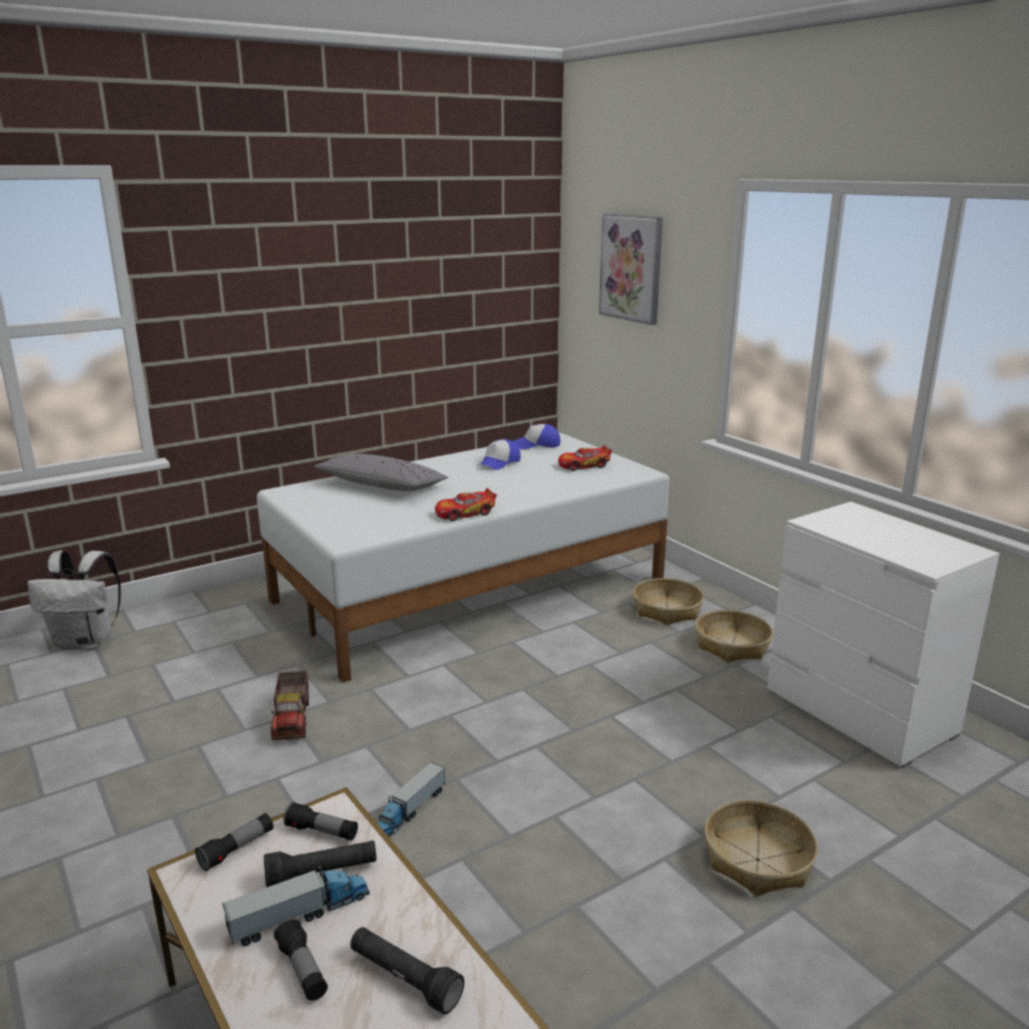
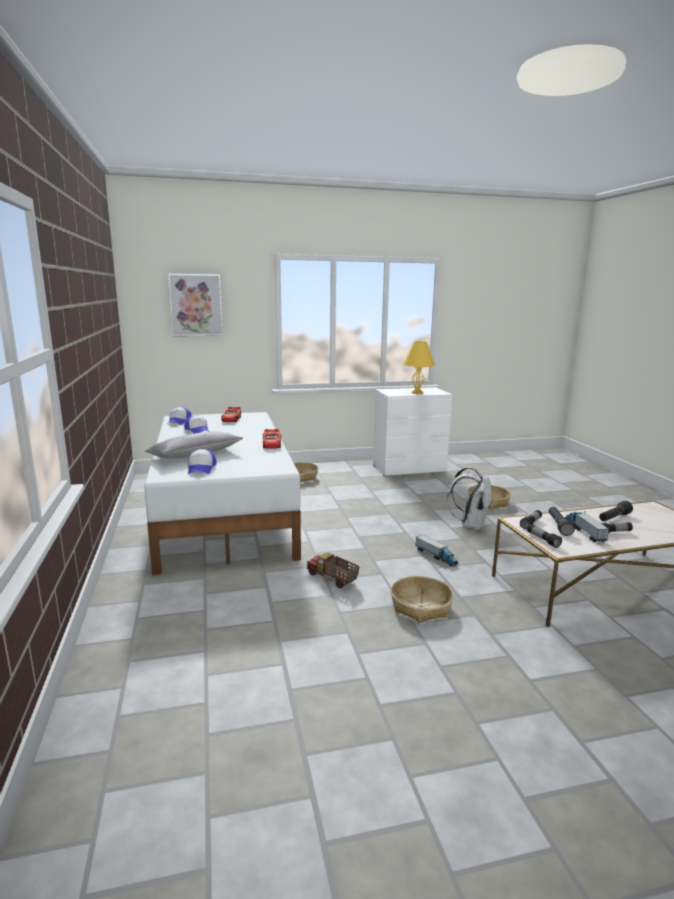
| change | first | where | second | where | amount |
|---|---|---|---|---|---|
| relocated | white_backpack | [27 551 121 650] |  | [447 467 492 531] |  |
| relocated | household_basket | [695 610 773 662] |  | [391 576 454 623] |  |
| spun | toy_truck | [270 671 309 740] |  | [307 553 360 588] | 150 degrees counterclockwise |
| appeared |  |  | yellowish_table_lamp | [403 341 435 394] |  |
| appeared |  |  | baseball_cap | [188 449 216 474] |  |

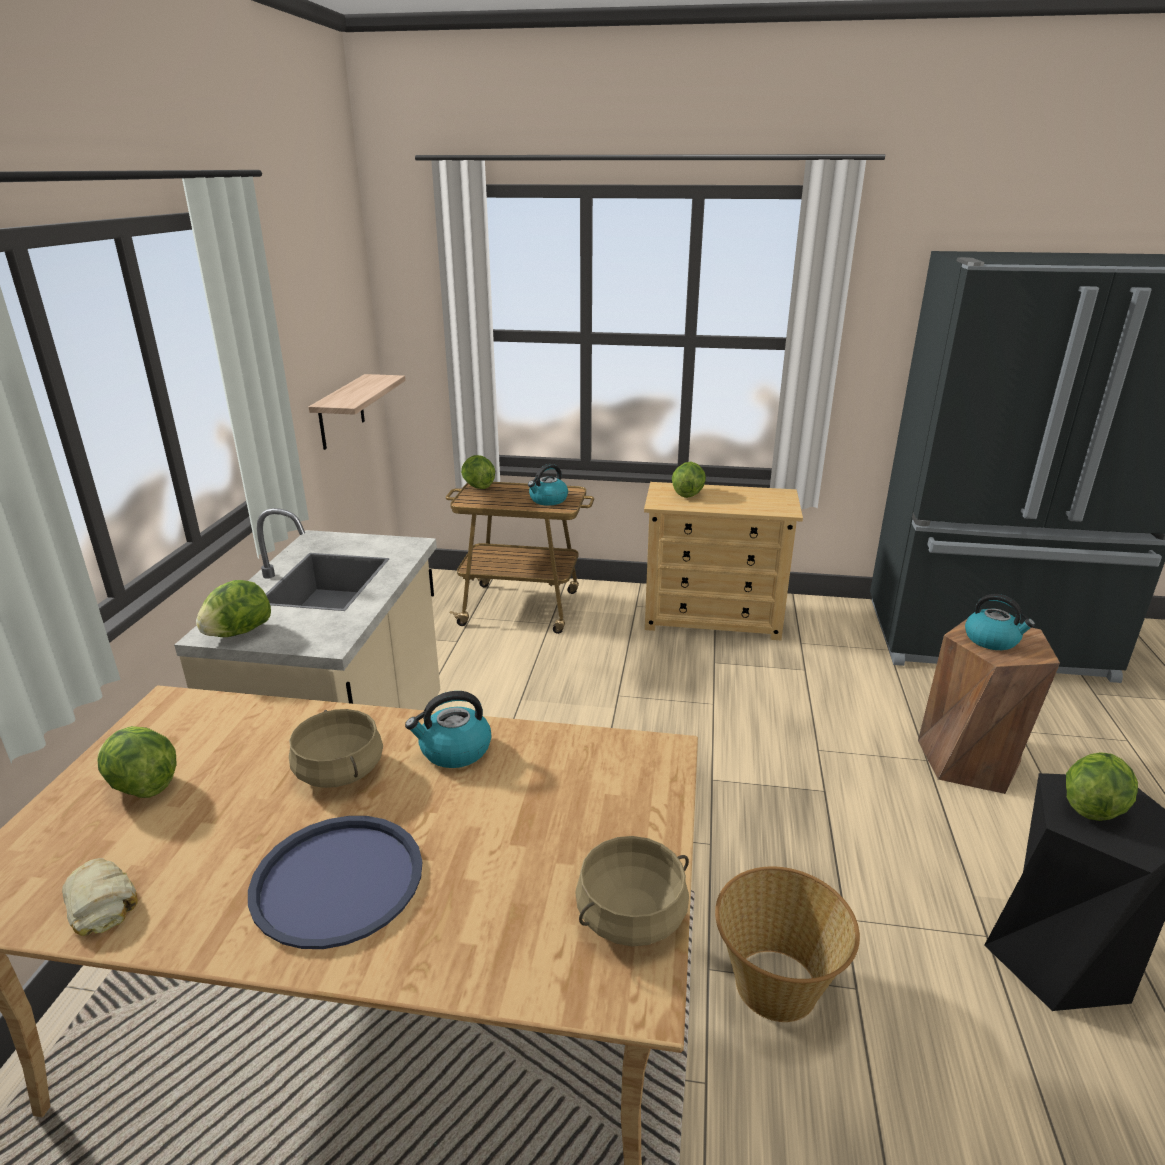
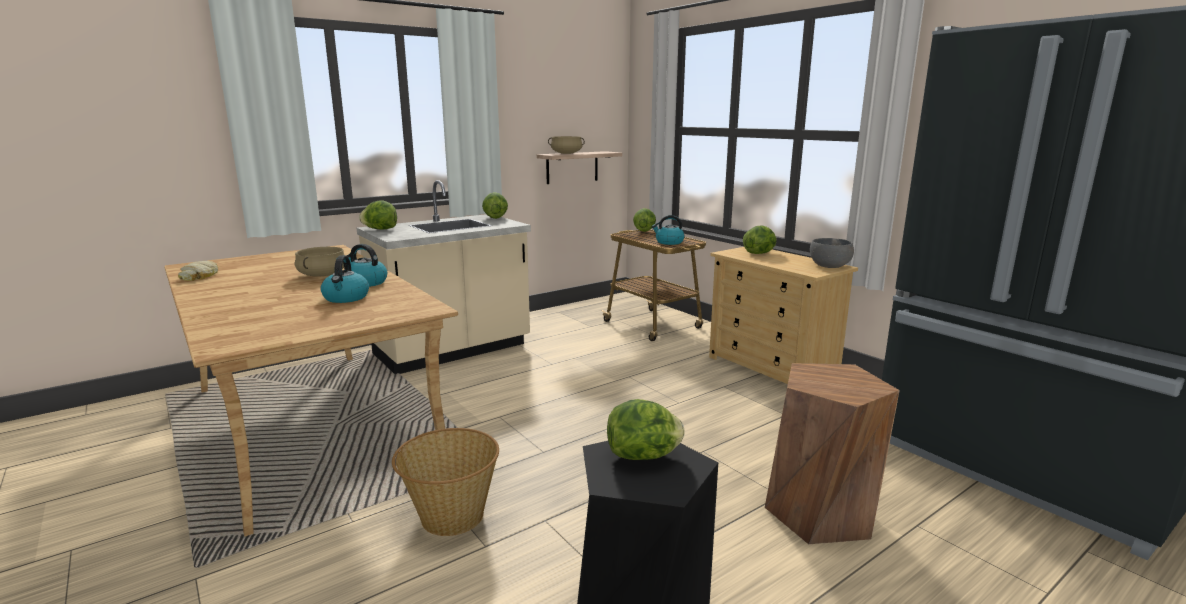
| change | first | where | second | where | amount |
|---|---|---|---|---|---|
| relocated | kettle | [965 594 1035 650] |  | [321 255 369 303] |  |
| relocated | lettuce_head | [97 726 176 798] |  | [482 192 508 219] |  |
| missing | blue-coloured_tray | [248 816 422 949] |  |  |  |
| relocated | beige-coloured_saucepot | [575 836 689 946] |  | [548 136 585 154] |  |
| appeared |  |  | gray_bowl | [810 238 854 268] |  |

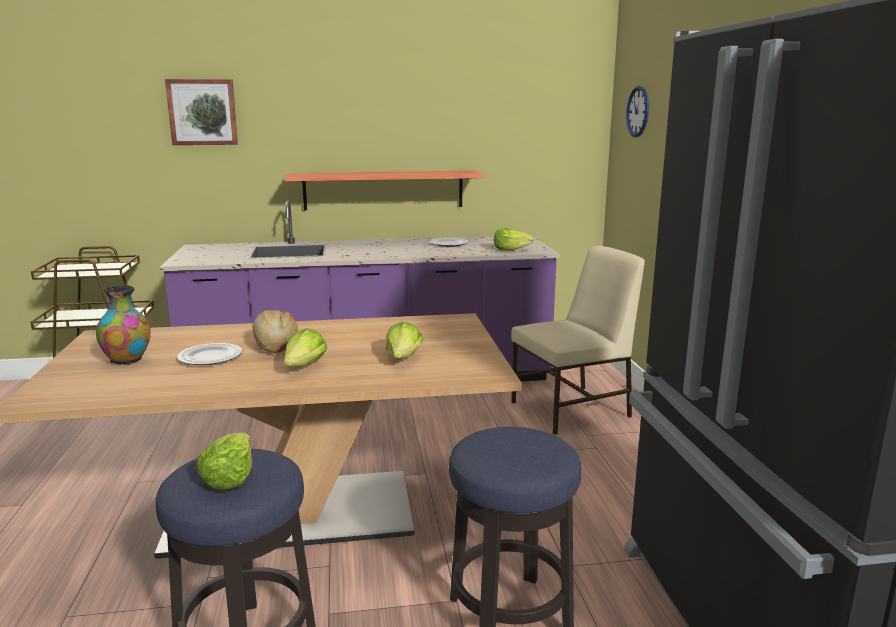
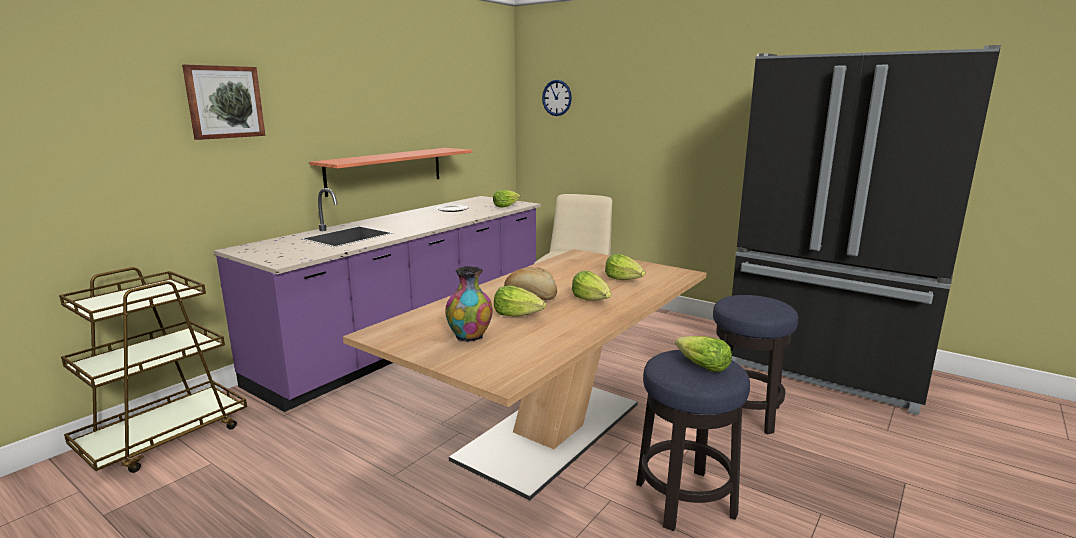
| change | first | where | second | where | amount |
|---|---|---|---|---|---|
| exchanged | plate | [177 343 242 365] | lettuce_head | [494 285 546 317] |  |

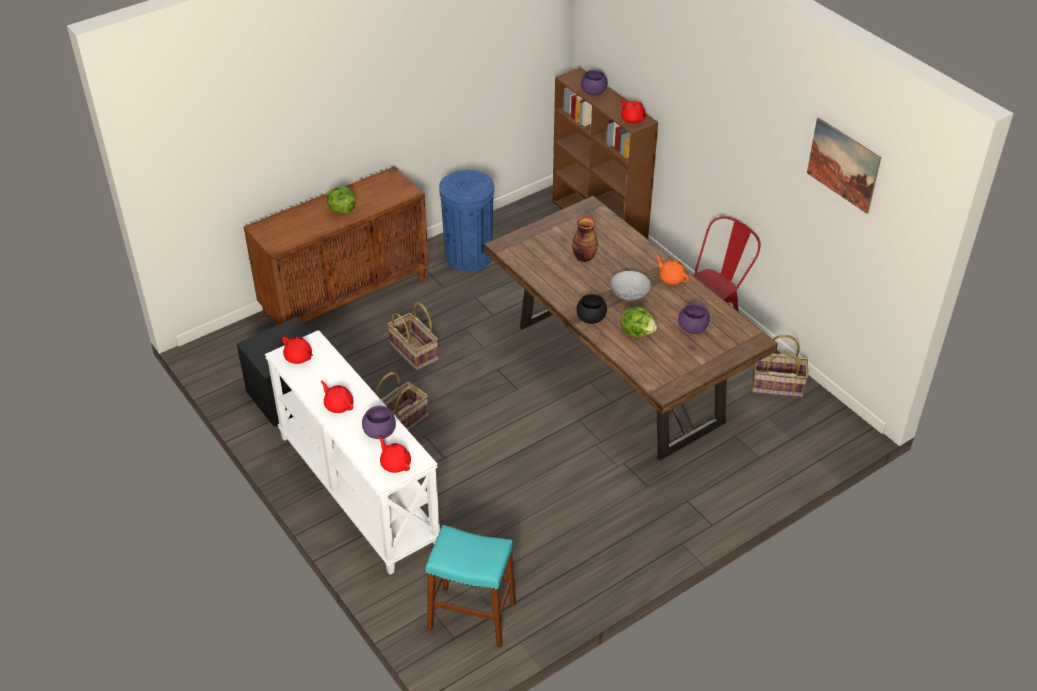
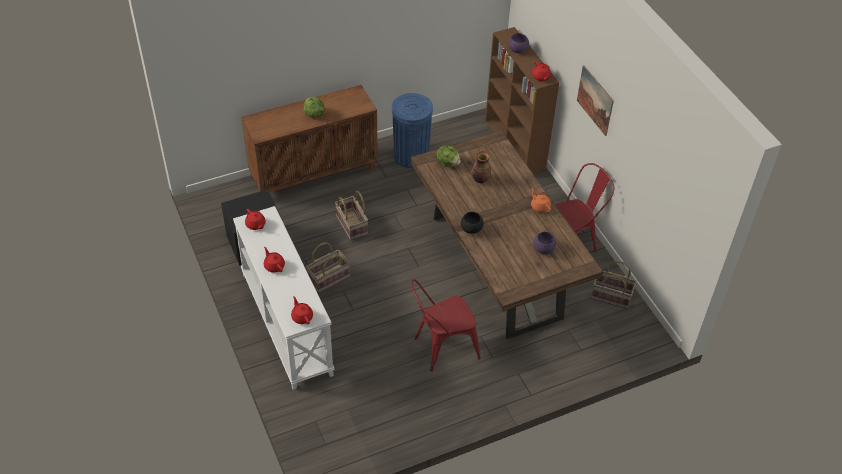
| change | first | where | second | where | amount |
|---|---|---|---|---|---|
| relocated | picture | [807 117 881 214] |  | [577 65 614 136] |  |
| missing | gray_bowl | [610 271 651 301] |  |  |  |
| relocated | lettuce_head | [621 307 657 338] |  | [436 146 461 167] |  |
| missing | purplish_bowl | [362 406 396 439] |  |  |  |
| missing | blue-green_sitting_stool | [426 525 516 647] |  |  |  |
| appeared |  |  | reddish_plain_chair | [411 279 481 371] |  |

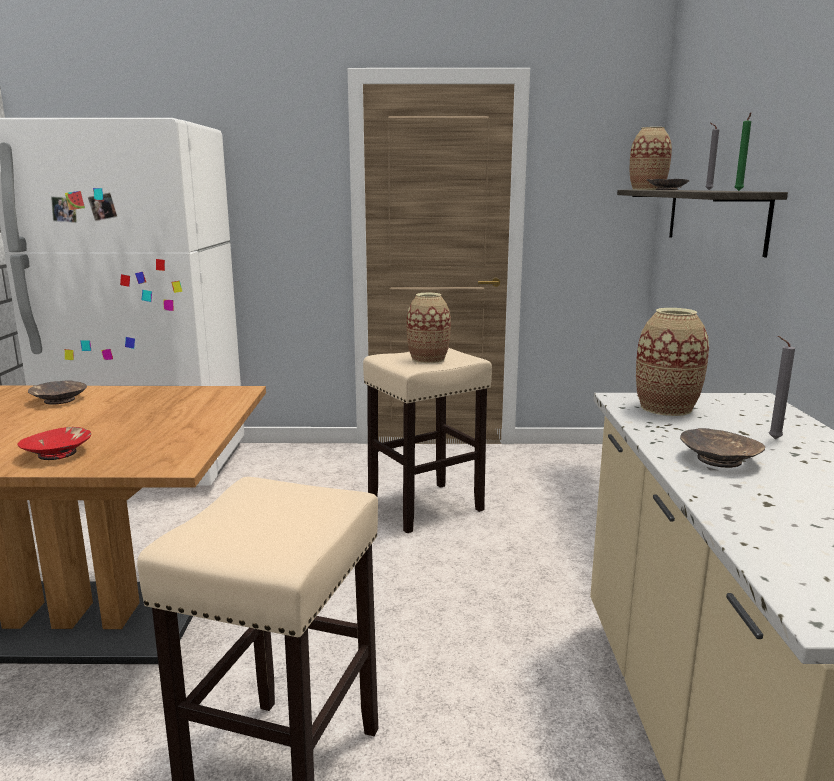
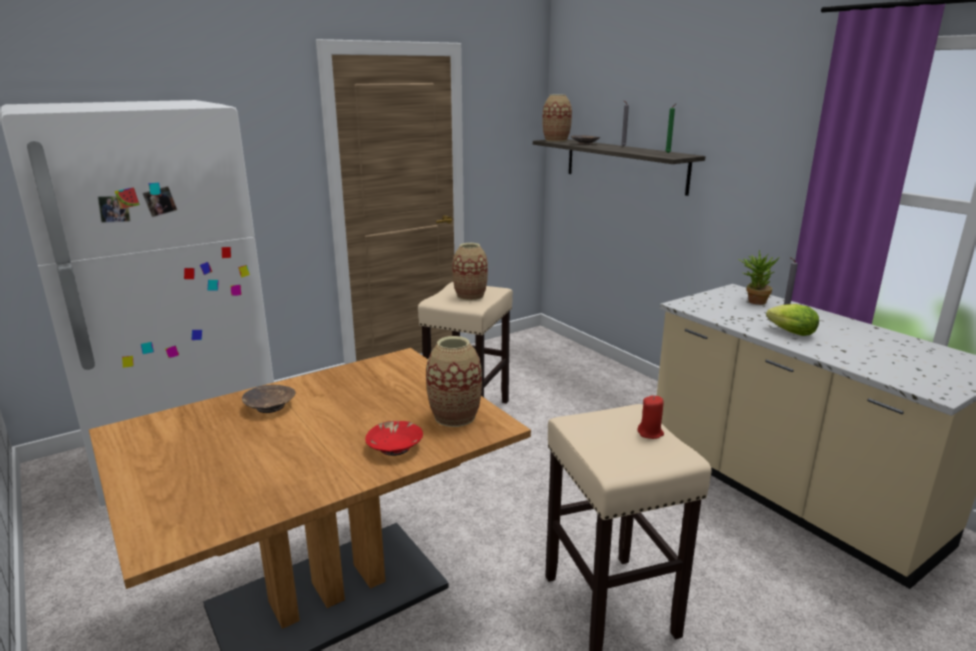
| change | first | where | second | where | amount |
|---|---|---|---|---|---|
| relocated | vase | [636 308 709 416] |  | [426 336 482 427] |  |
| exchanged | brown-coloured_bowl | [680 428 765 468] | lettuce_head | [766 304 819 336] |  |
| appeared |  |  | plant_in_a_pot | [738 250 780 305] |  |
| appeared |  |  | reddish_wax_light | [637 396 664 439] |  |

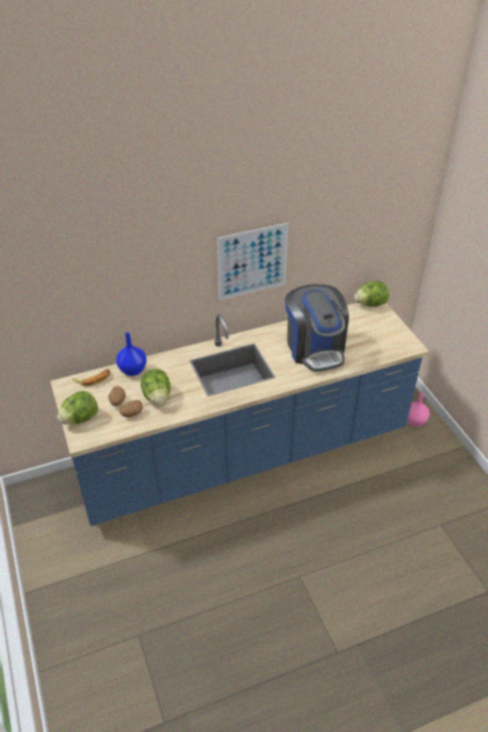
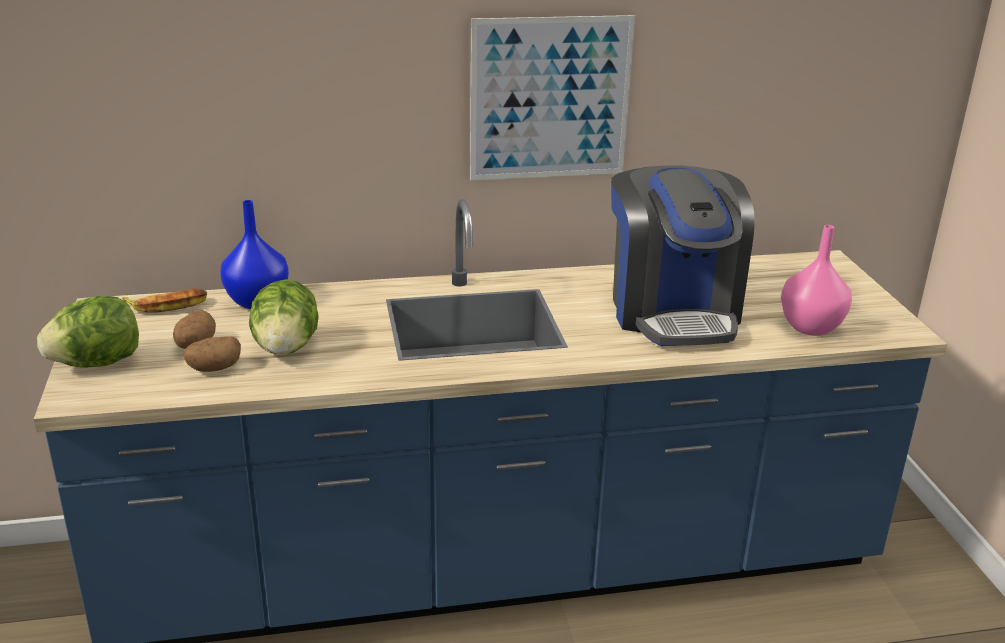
| change | first | where | second | where | amount |
|---|---|---|---|---|---|
| missing | lettuce_head | [354 281 389 307] |  |  |  |
| relocated | pink_vase | [407 392 430 427] |  | [781 225 852 336] |  |

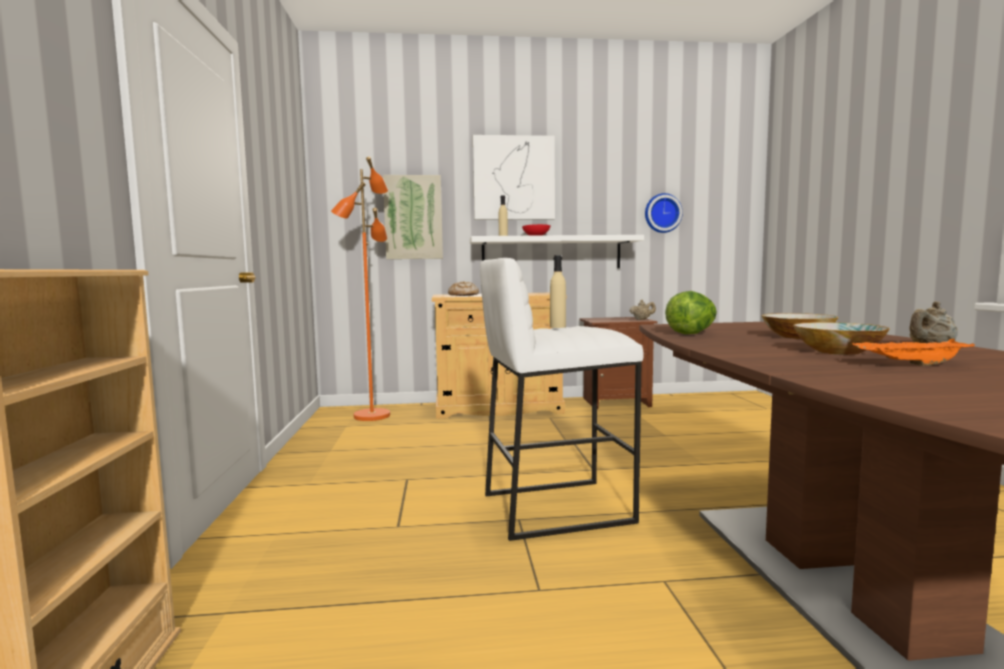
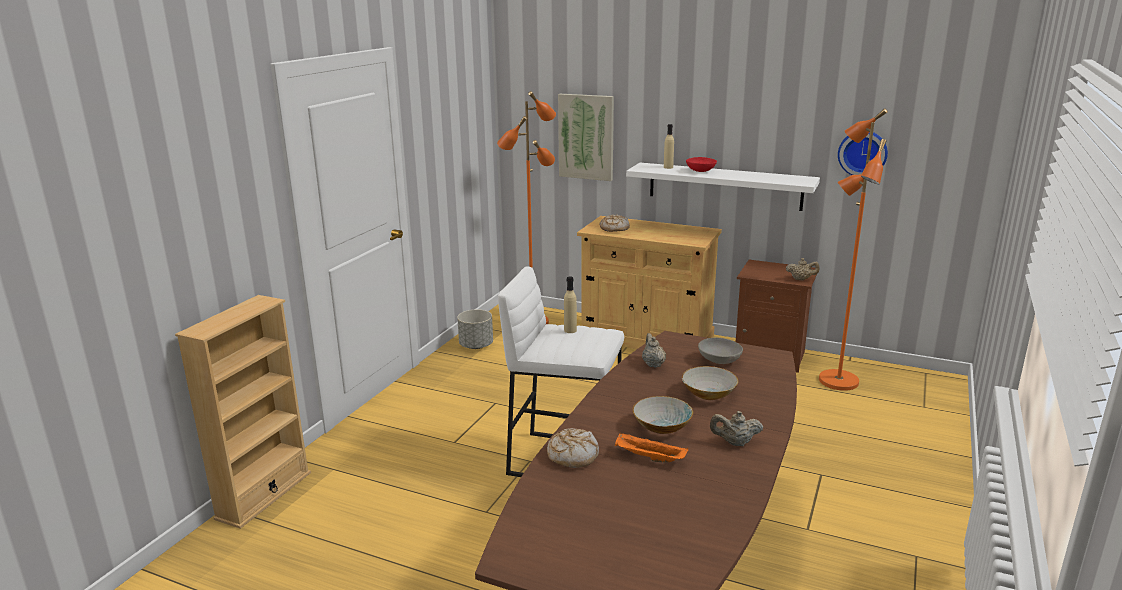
| change | first | where | second | where | amount |
|---|---|---|---|---|---|
| missing | picture | [473 135 555 220] |  |  |  |
| exchanged | lettuce_head | [665 291 717 334] | beige-coloured_pot_for_tea | [642 333 666 368] |  |
| appeared |  |  | orangey_standard_lamp | [819 108 888 391] |  |
| appeared |  |  | gray_plant_pot | [457 310 493 349] |  |
| appeared |  |  | gray_bowl | [698 338 743 364] |  |
| appeared |  |  | baked_bread | [547 428 599 468] |  |

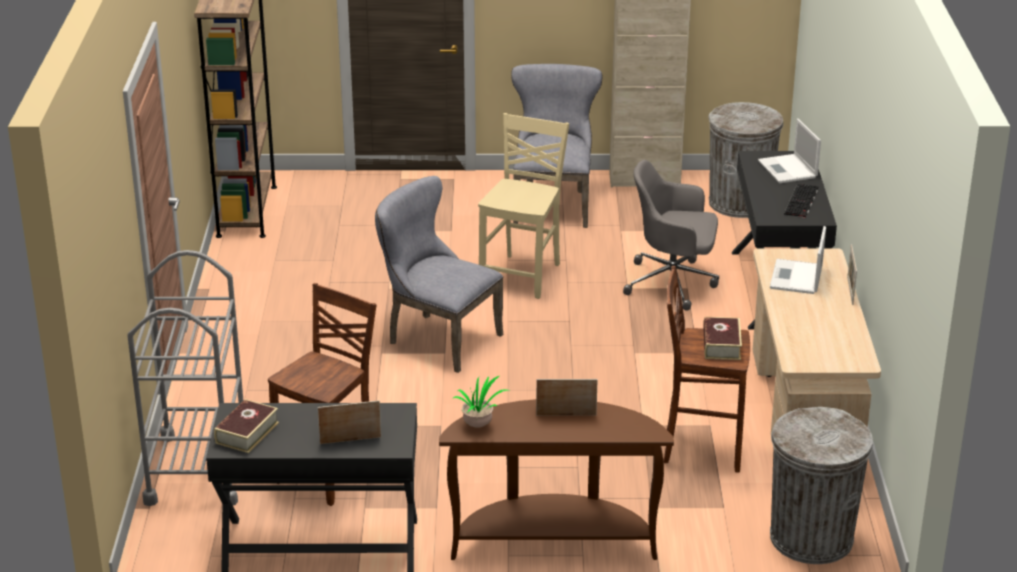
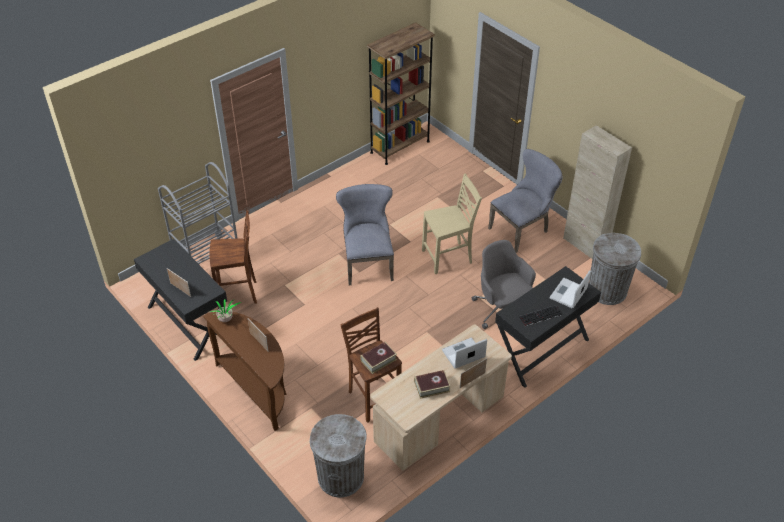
| change | first | where | second | where | amount |
|---|---|---|---|---|---|
| relocated | volume | [214 399 279 453] |  | [414 370 451 399] |  |

